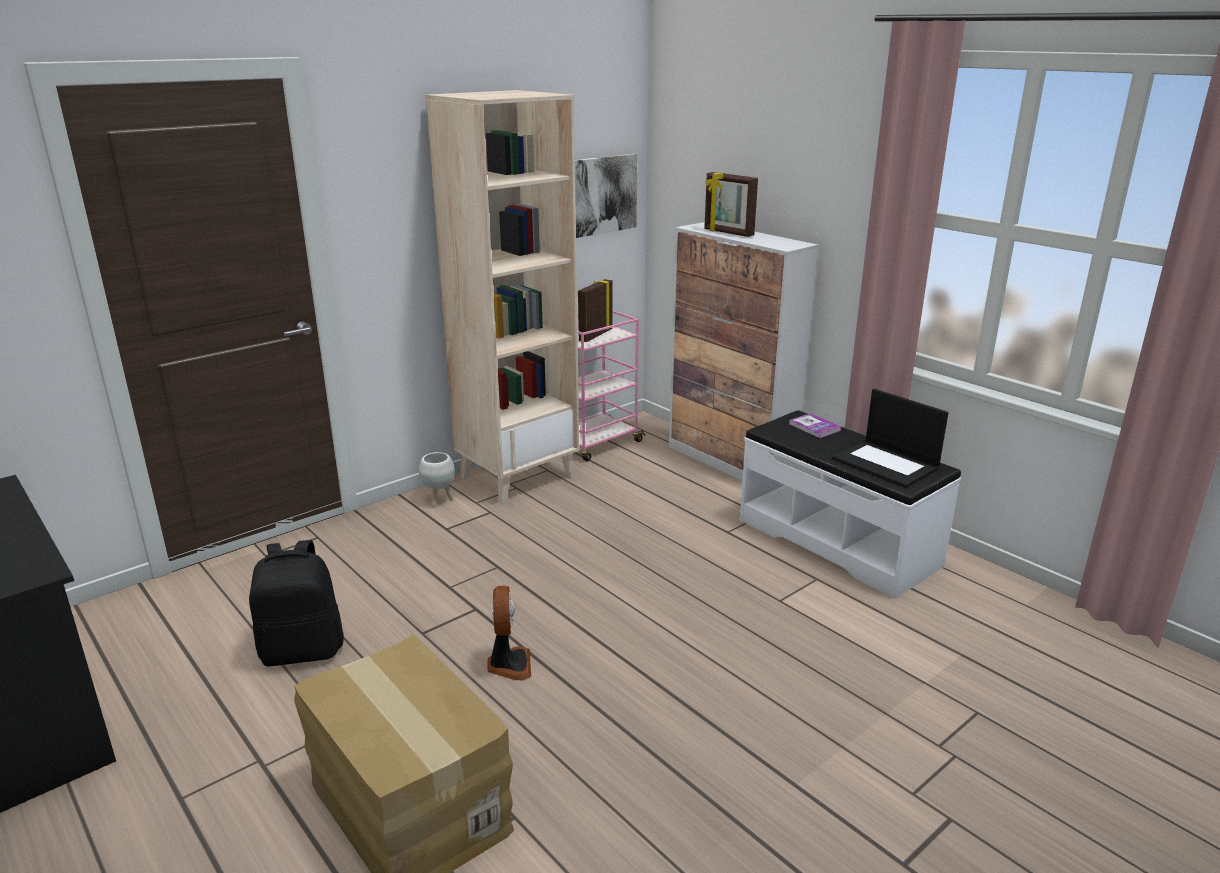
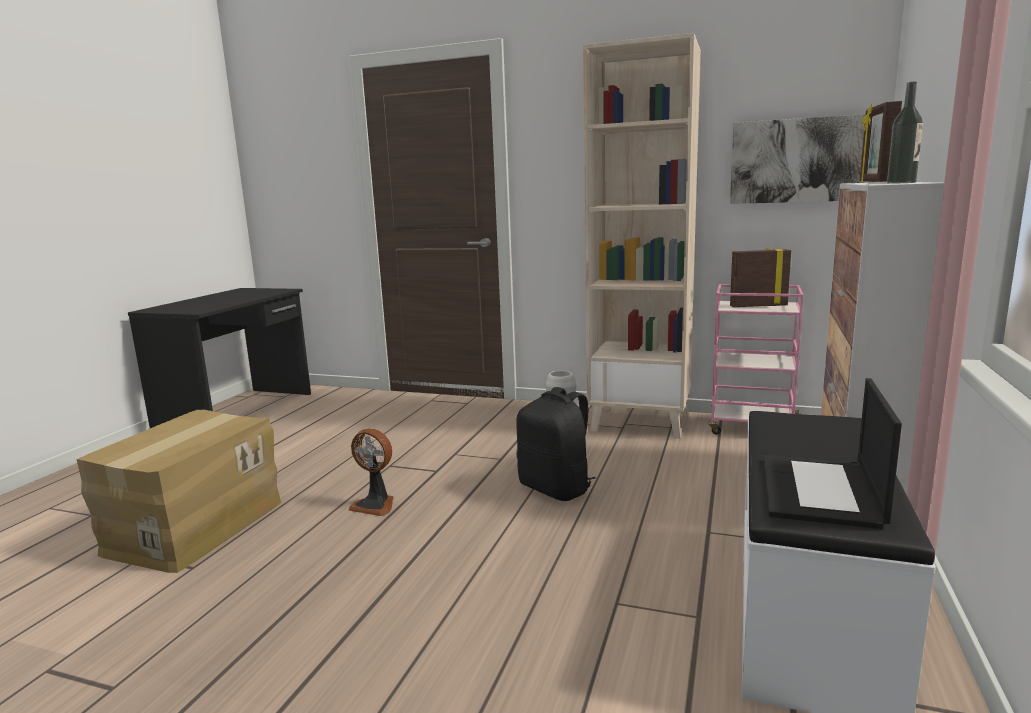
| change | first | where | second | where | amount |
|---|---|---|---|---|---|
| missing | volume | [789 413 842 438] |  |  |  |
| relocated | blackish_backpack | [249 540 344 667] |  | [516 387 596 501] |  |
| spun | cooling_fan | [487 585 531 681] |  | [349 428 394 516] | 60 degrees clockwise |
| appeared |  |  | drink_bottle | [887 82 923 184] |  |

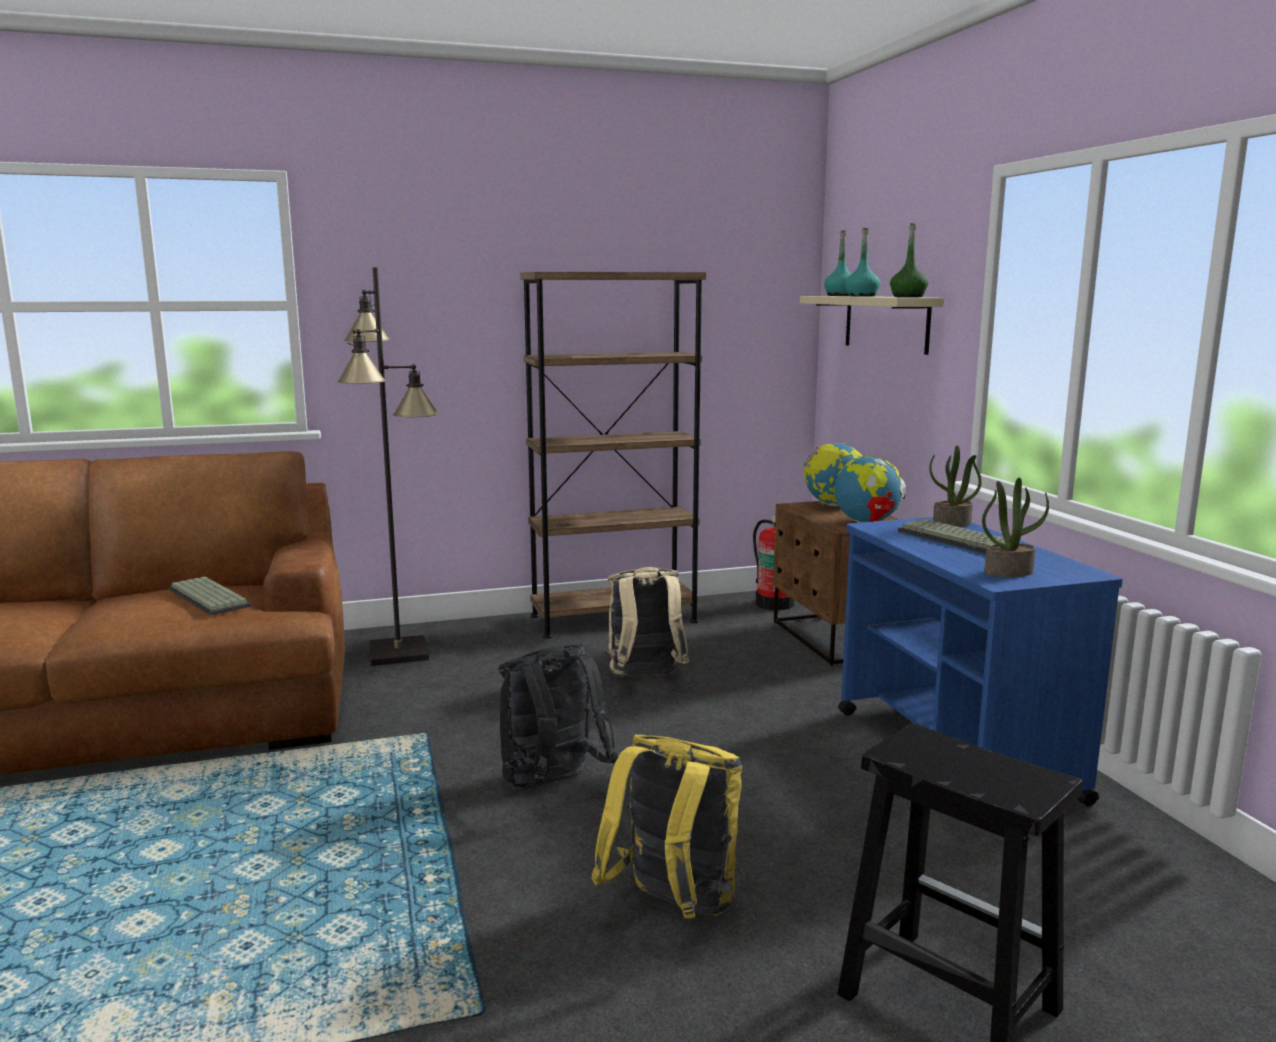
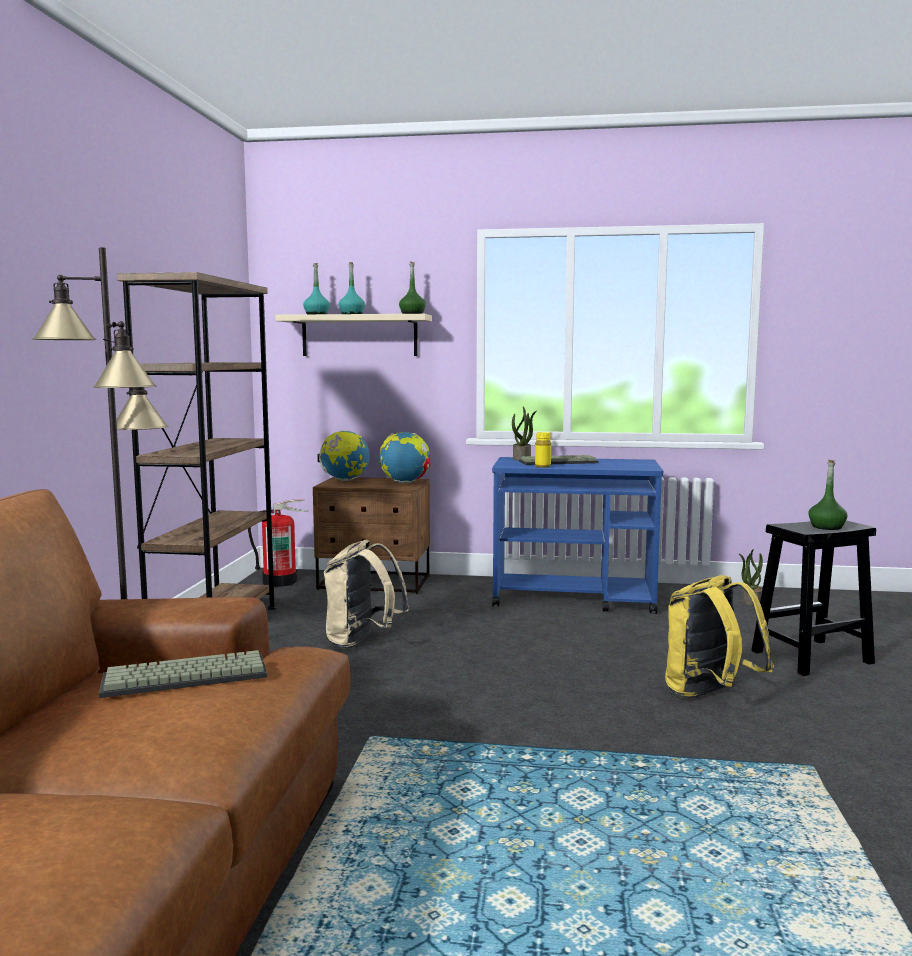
| change | first | where | second | where | amount |
|---|---|---|---|---|---|
| relocated | plant_in_a_pot | [982 478 1049 578] |  | [739 549 763 606] |  |
| missing | blackish_backpack | [499 645 618 790] |  |  |  |
| appeared |  |  | yellowish_drink_bottle | [535 432 551 468] |  |
| appeared |  |  | greenish_drink_bottle | [808 460 847 530] |  |

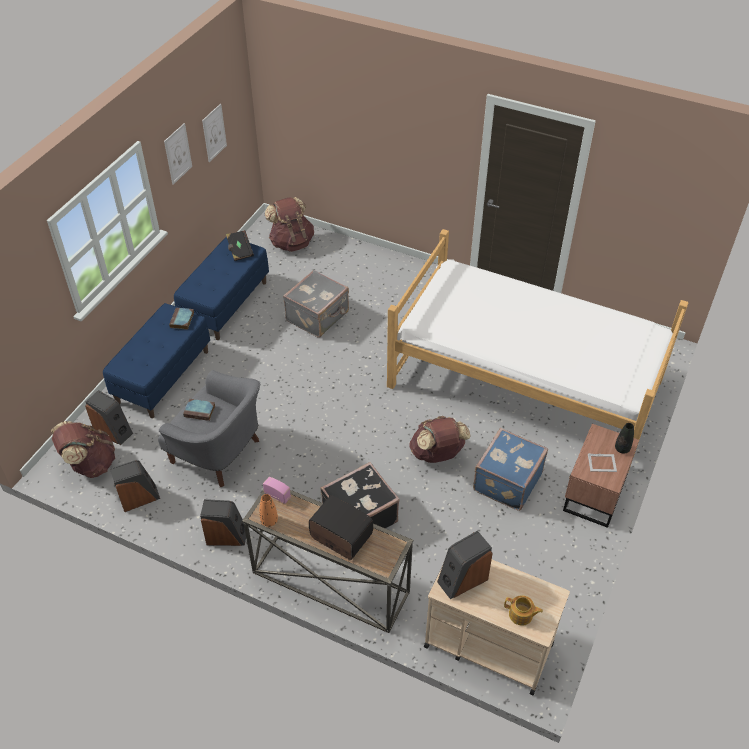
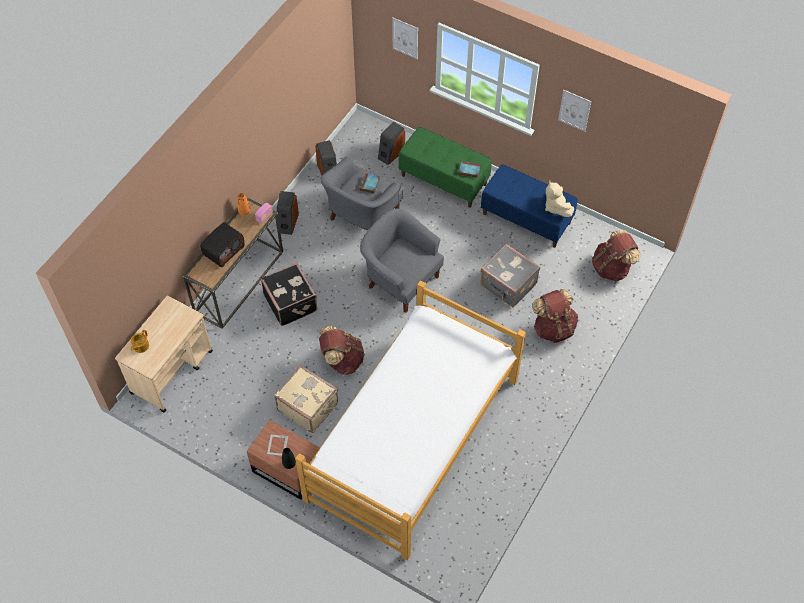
| change | first | where | second | where | amount |
|---|---|---|---|---|---|
| relocated | picture | [202 104 227 163] |  | [392 18 418 59] |  |
| exchanged | blackish_volume | [226 230 254 261] | beige-coloured_soft_toy | [545 181 574 217] |  |
| colour | blue-coloured_indoor_bench | [103 303 210 418] | greenish_indoor_bench | [398 127 492 208] |  |
| relocated | brown-coloured_backpack | [51 421 115 478] |  | [532 289 578 343] |  |
| colour | blue-coloured_suitcase | [473 428 548 511] | beige-coloured_suitcase | [274 365 338 433] |  |
| missing | speaker | [437 530 493 599] |  |  |  |
| appeared |  |  | gray_lounge_chair | [360 208 444 313] |  |

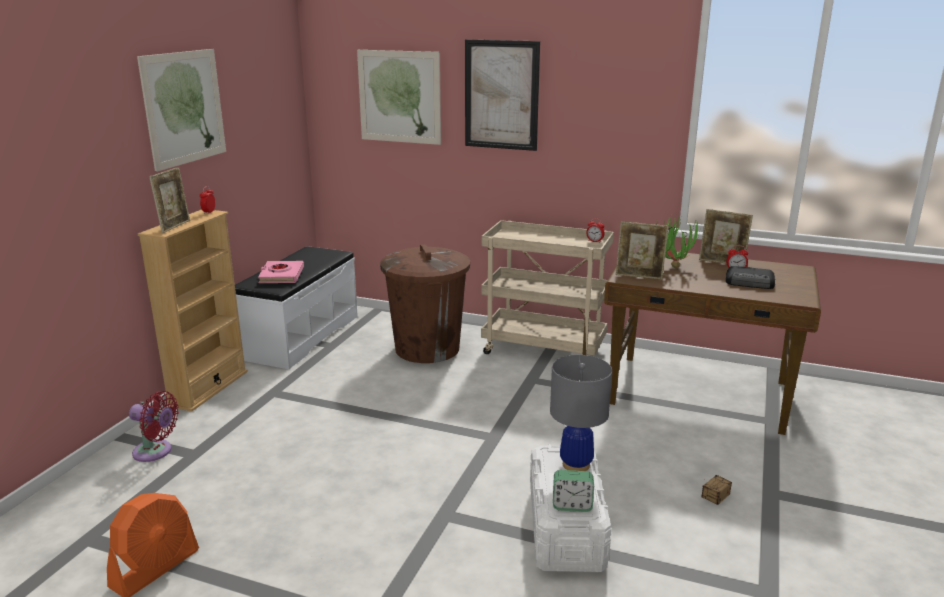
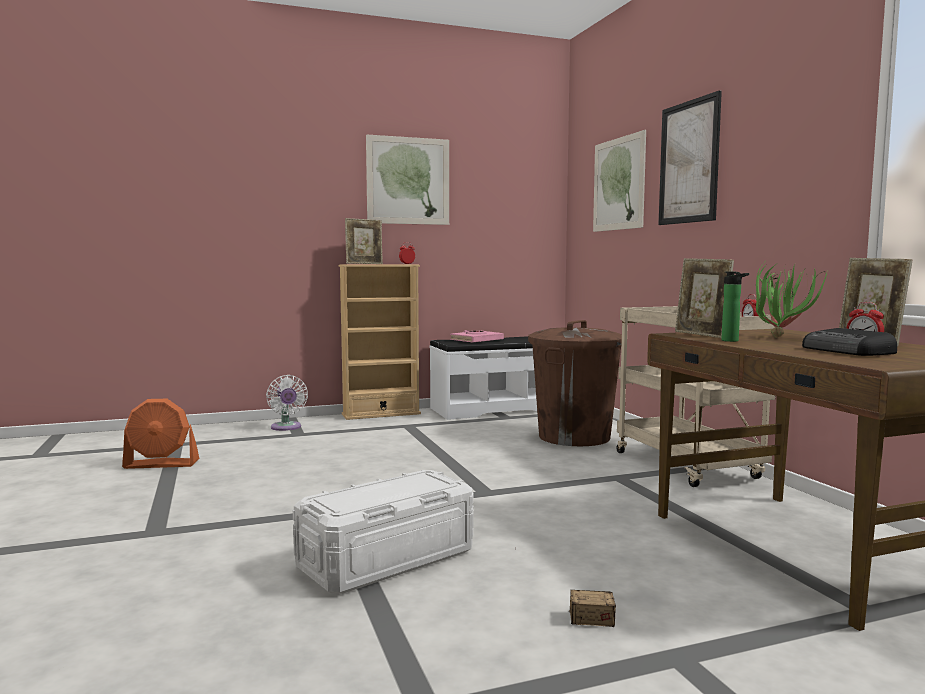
| change | first | where | second | where | amount |
|---|---|---|---|---|---|
| missing | gray_table_lamp | [550 355 612 471] |  |  |  |
| colour | reddish_cooling_fan | [129 391 179 462] | white_cooling_fan | [266 375 308 431] |  |
| missing | alarm_clock | [553 470 594 512] |  |  |  |
| appeared |  |  | drink_bottle | [721 272 749 342] |  |

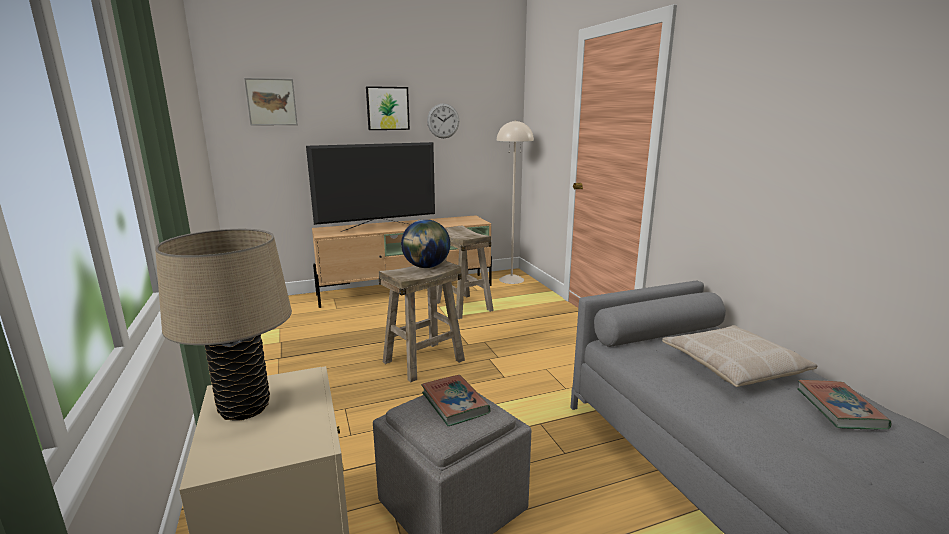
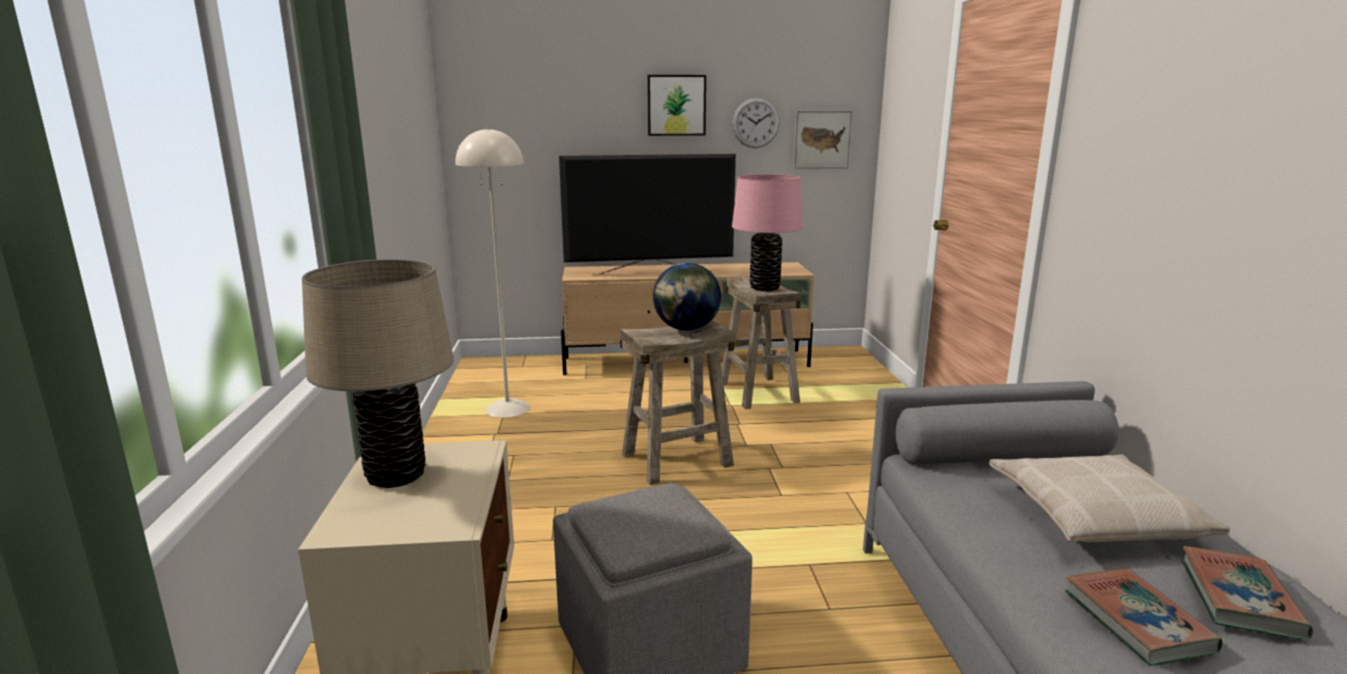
| change | first | where | second | where | amount |
|---|---|---|---|---|---|
| relocated | picture | [244 78 298 126] |  | [793 111 852 169] |  |
| relocated | beige-coloured_standard_lamp | [497 120 534 284] |  | [455 127 530 418] |  |
| relocated | volume | [421 375 491 426] |  | [1065 569 1222 666] |  |
| appeared |  |  | pink_table_lamp | [732 174 803 291] |  |

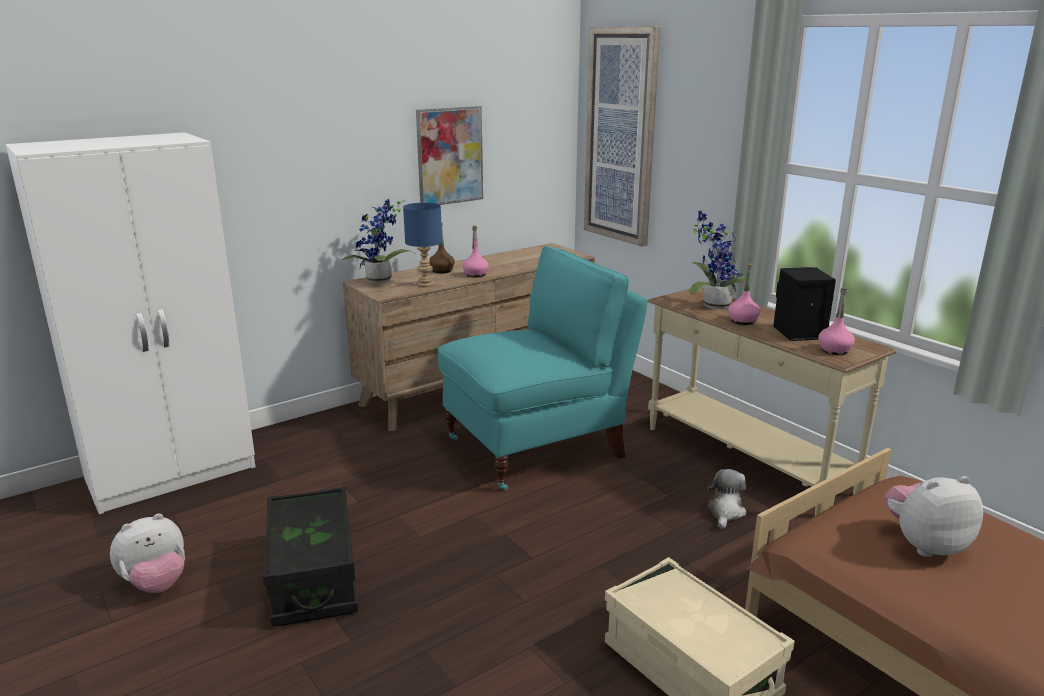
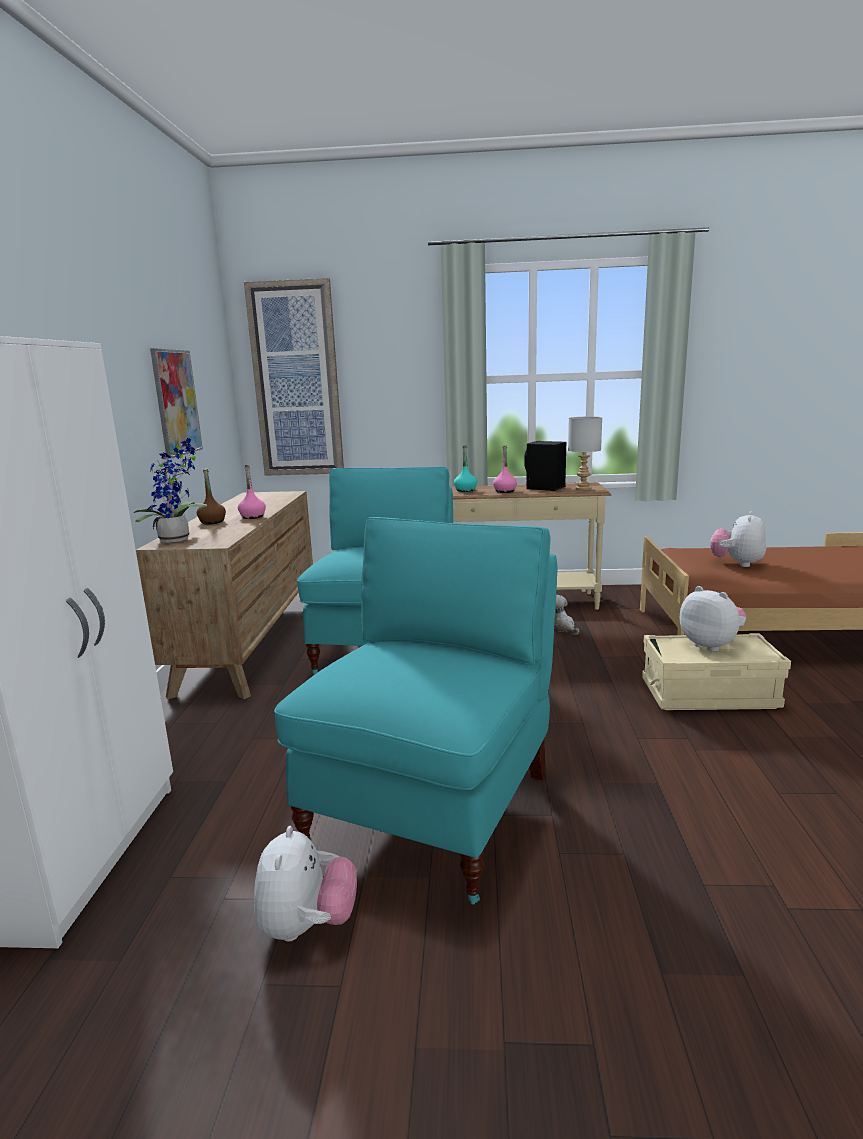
| change | first | where | second | where | amount |
|---|---|---|---|---|---|
| missing | blue-coloured_table_lamp | [403 203 442 287] |  |  |  |
| exchanged | plant_in_a_pot | [689 211 752 309] | blue-green_drink_bottle | [454 445 477 492] |  |
| exchanged | pink_drink_bottle | [818 288 855 355] | gray_table_lamp | [568 417 602 490] |  |
| exchanged | blackish_storage_container | [263 487 358 626] | blue-green_plain_chair | [274 517 557 905] |  |
| appeared |  |  | soft_toy | [680 586 747 652] |  |

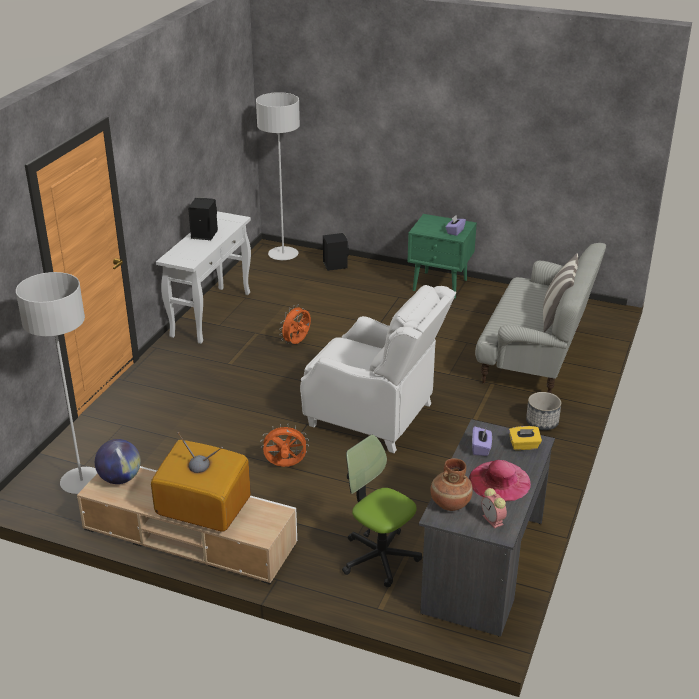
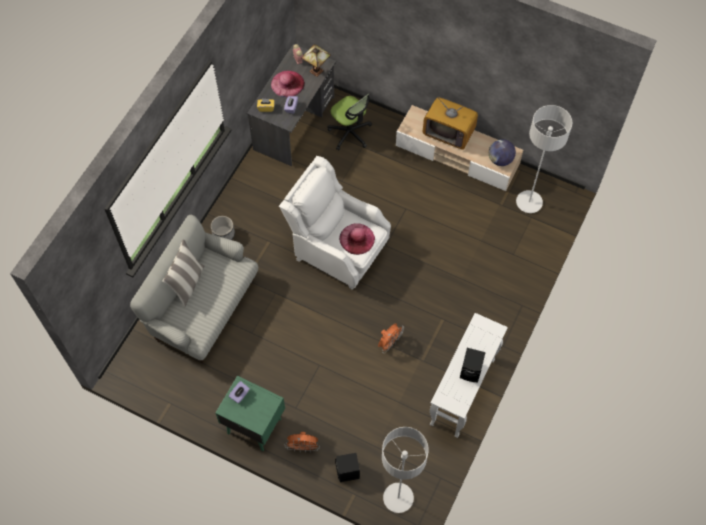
| change | first | where | second | where | amount |
|---|---|---|---|---|---|
| relocated | orangey_cooling_fan | [261 424 309 467] |  | [285 432 320 453] |  |
| exchanged | brown-coloured_vase | [430 458 473 511] | table_lamp | [301 44 331 77] |  |
| appeared |  |  | pink_wearable_hat | [339 223 375 255] |  |

